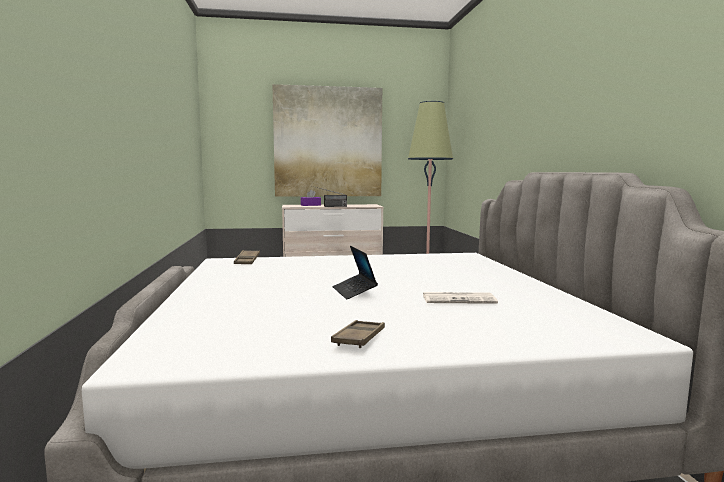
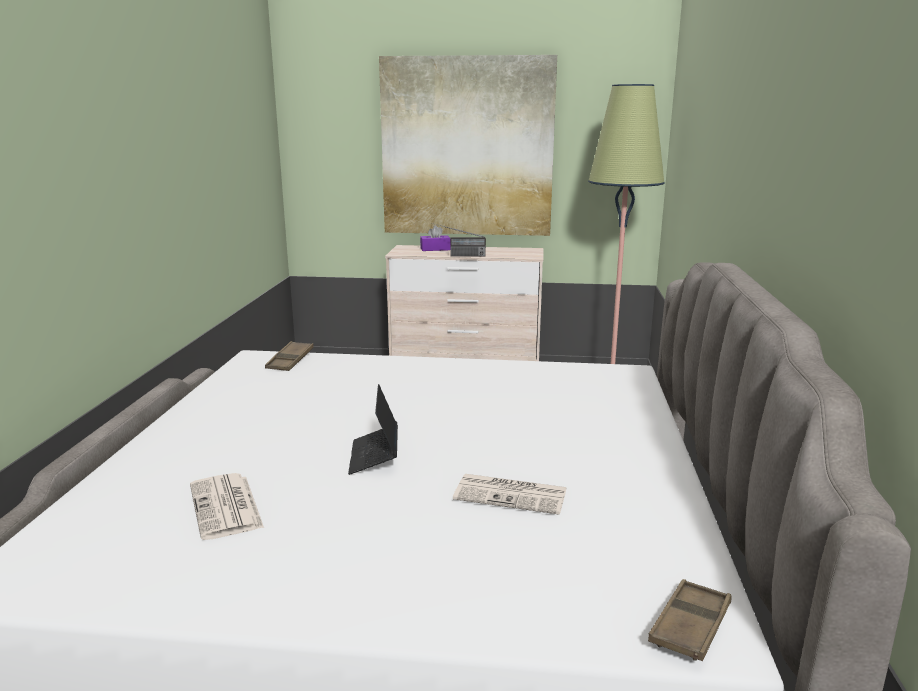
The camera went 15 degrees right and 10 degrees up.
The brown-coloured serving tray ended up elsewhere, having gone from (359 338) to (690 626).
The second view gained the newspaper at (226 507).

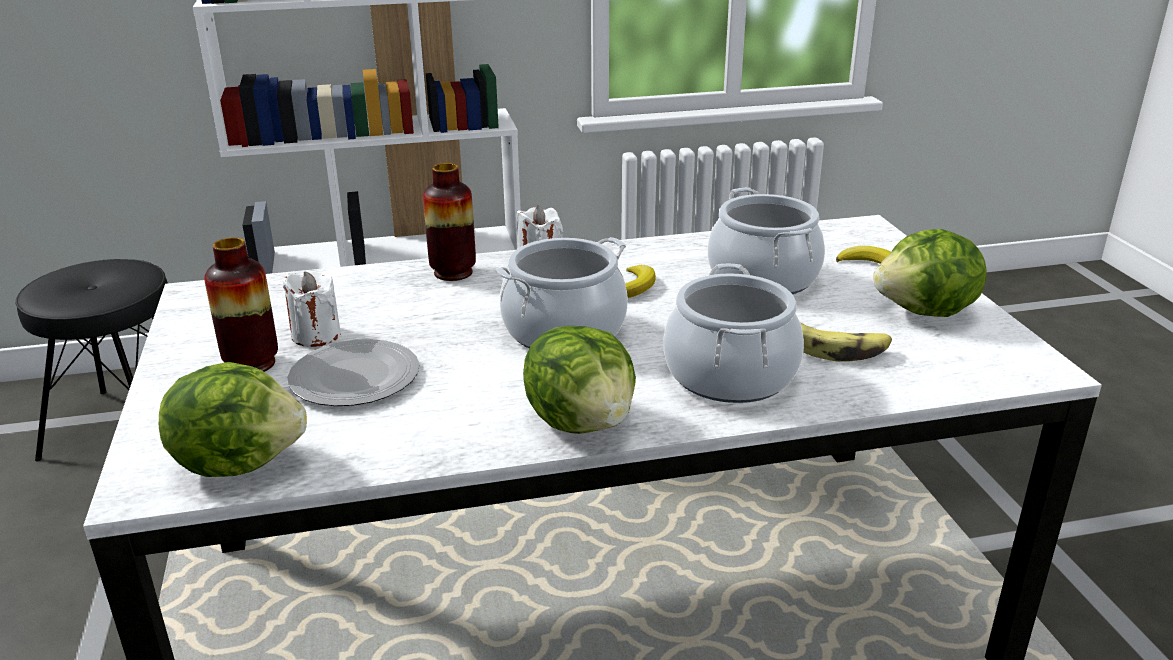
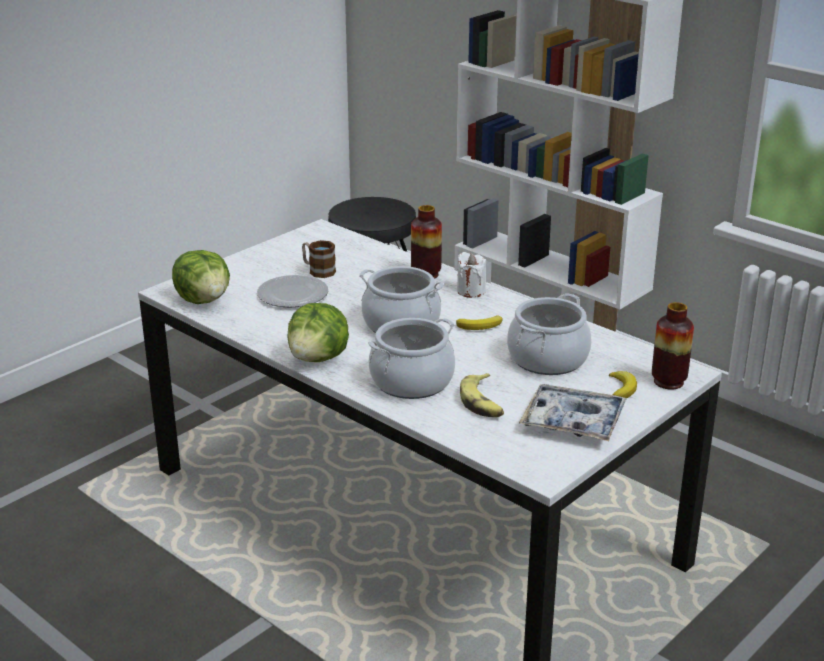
The camera went 55 degrees right and 0 degrees up.
Where the lettuce stood at (926 312), the serving tray came to stand at (573 422).
The vase ended up elsewhere, having gone from (252 364) to (668 382).
Where the white-coloured wax light stood at (316 335), the tea mug came to stand at (318 271).

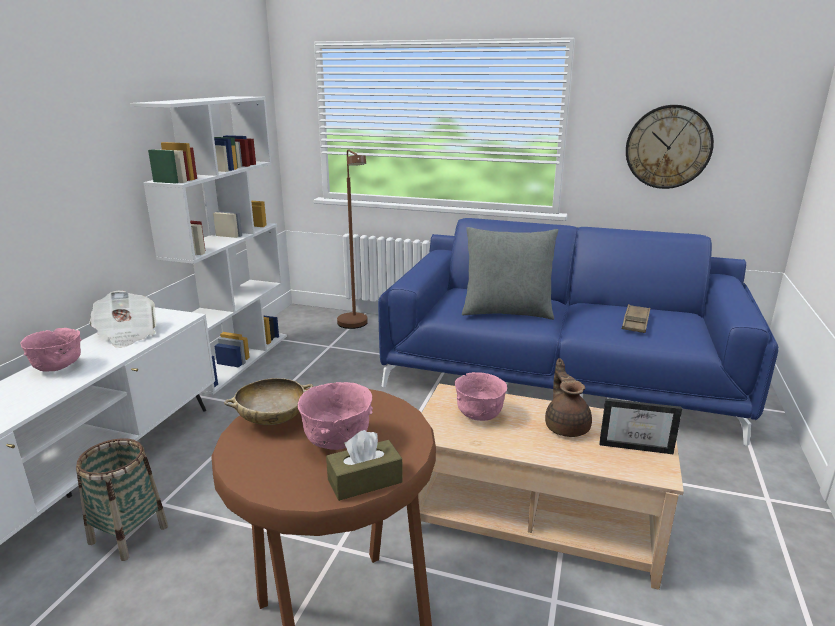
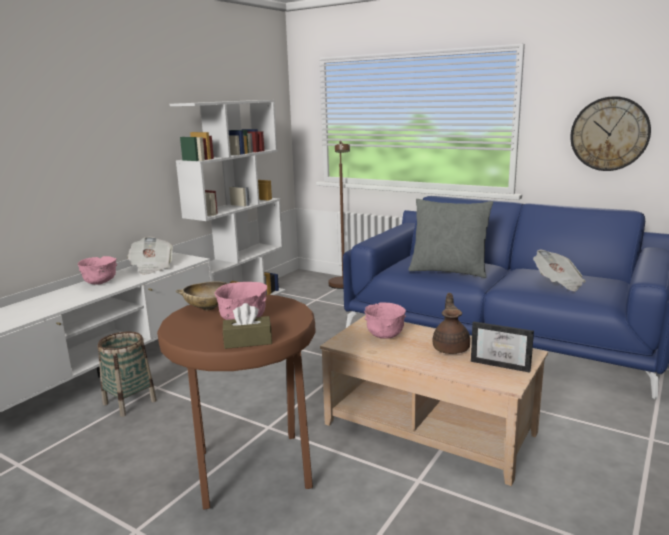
The camera went 15 degrees right and 5 degrees down.
Where the brown-coloured serving tray stood at (635 322), the newspaper came to stand at (558 283).

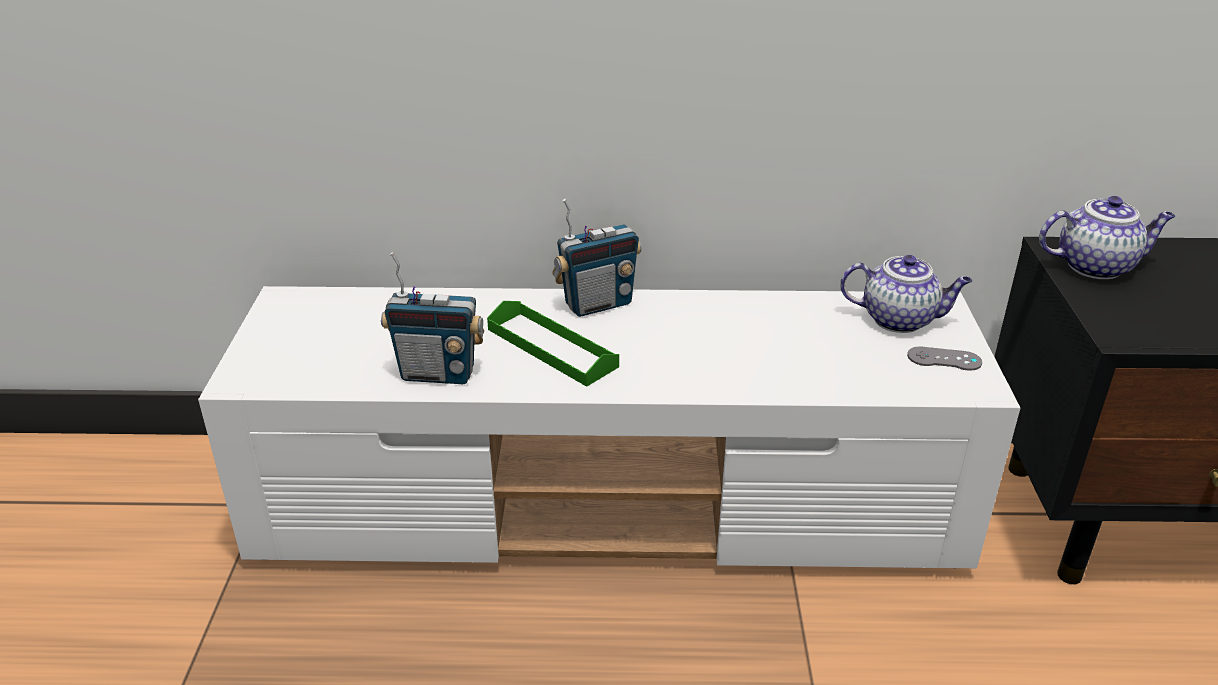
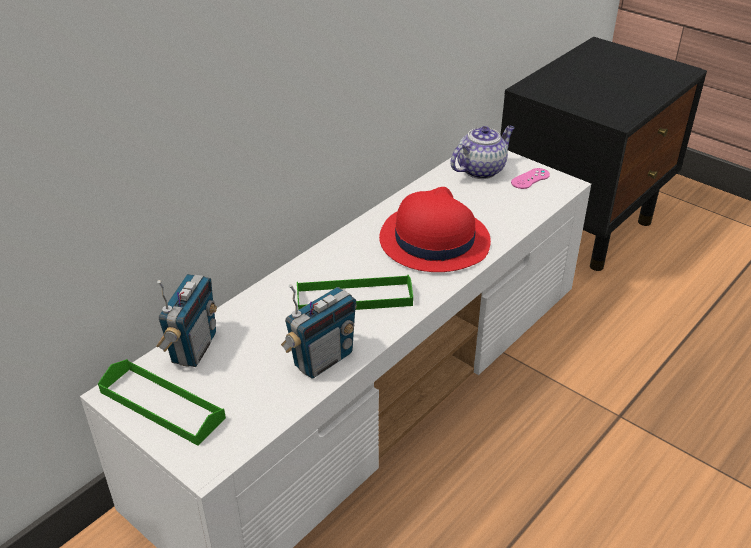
The camera went 50 degrees left and 5 degrees up.
The second view lost the teapot at (1096 266).
The radio ended up elsewhere, having gone from (597 304) to (193 348).
What was the greyish game controller at (944 359) turned into the pinkish game controller at (530 179).
The second view gained the reddish clothing hat at (433 240).
The second view gained the green-coloured serving tray at (162 405).

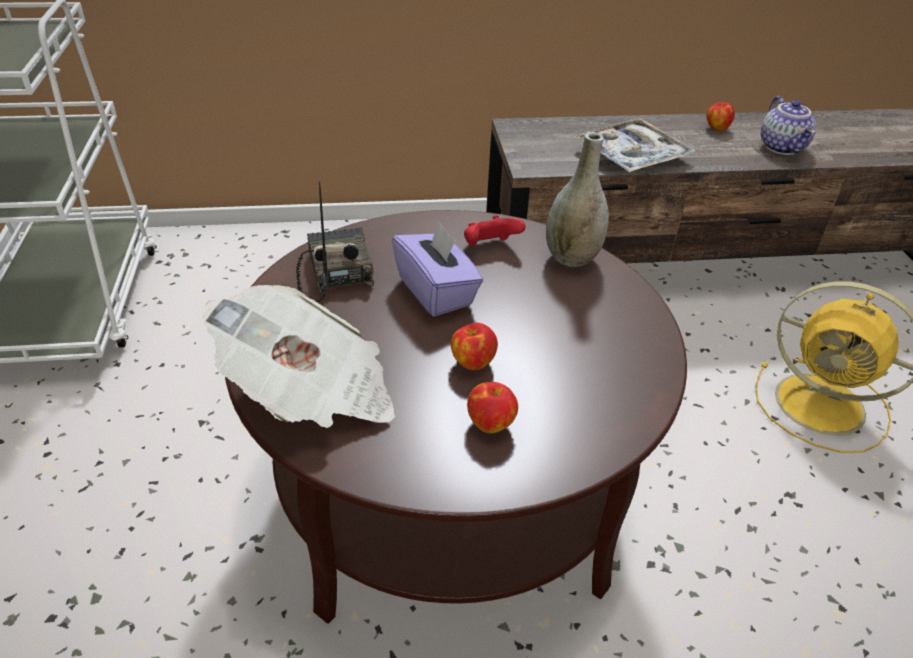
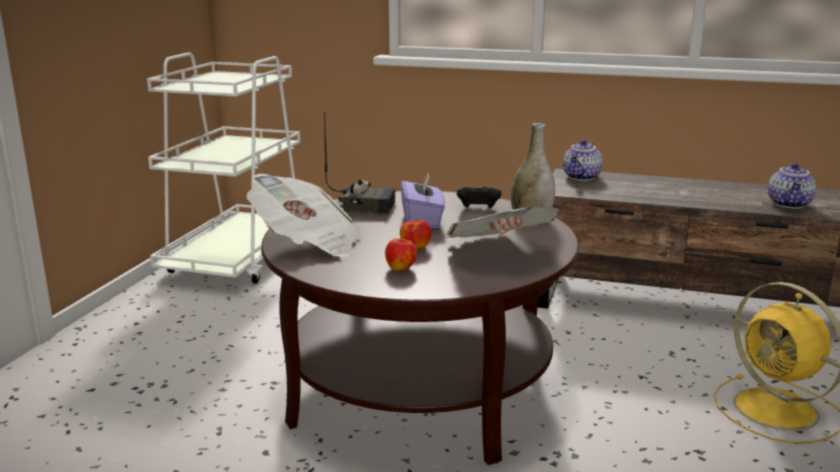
The camera went 25 degrees right and 20 degrees down.
The second view lost the whole apple at (717 128).
The second view lost the serving tray at (632 155).
The radio at (334 273) ended up facing another way, 90 degrees clockwise from before.
What was the reddish game controller at (490 247) turned into the blackish game controller at (478 209).
The second view gained the teapot at (582 177).
The second view gained the newspaper at (499 253).

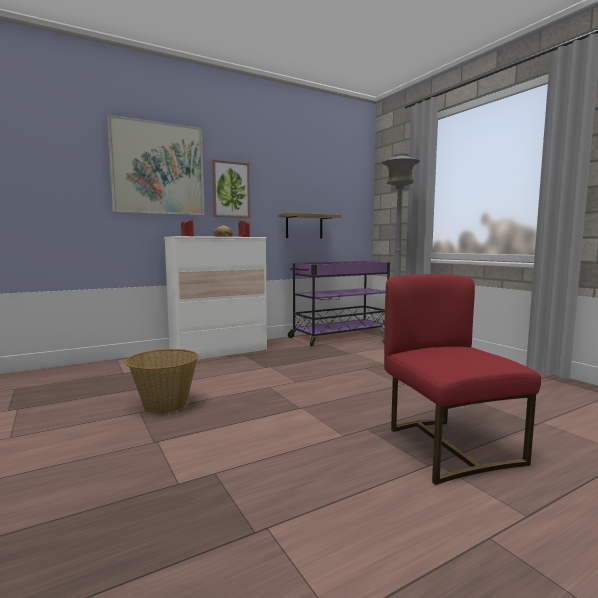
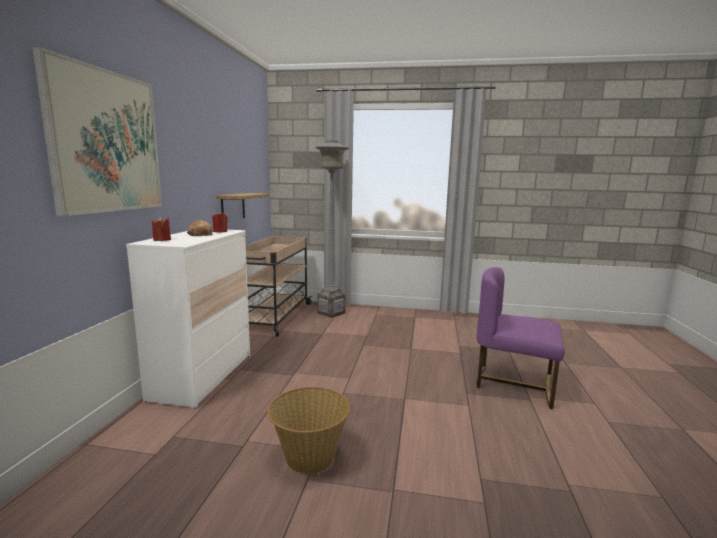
The camera went 50 degrees left and 5 degrees up.
The second view lost the wall picture at (230 189).
What was the purple trolley at (340 336) turned into the beige trolley at (274 317).
What was the reddish plain chair at (447 447) turned into the purple plain chair at (514 384).

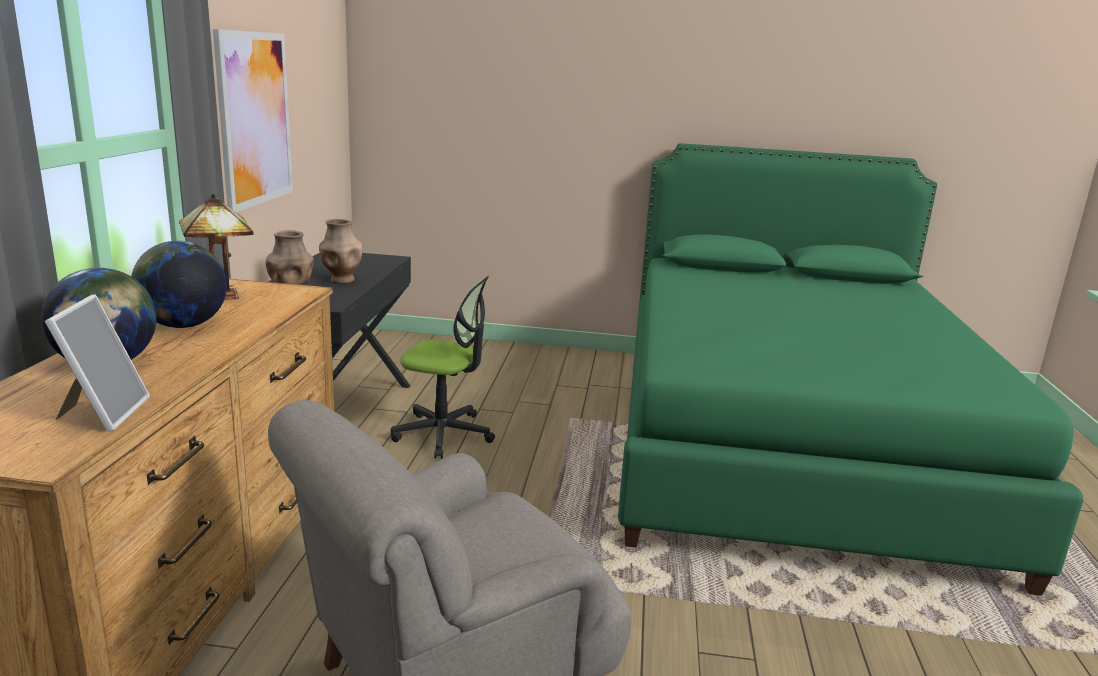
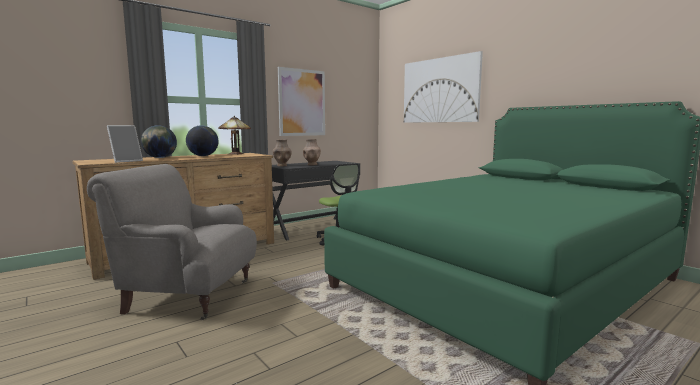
The camera went 45 degrees right and 10 degrees down.
The second view gained the wall picture at (440 90).

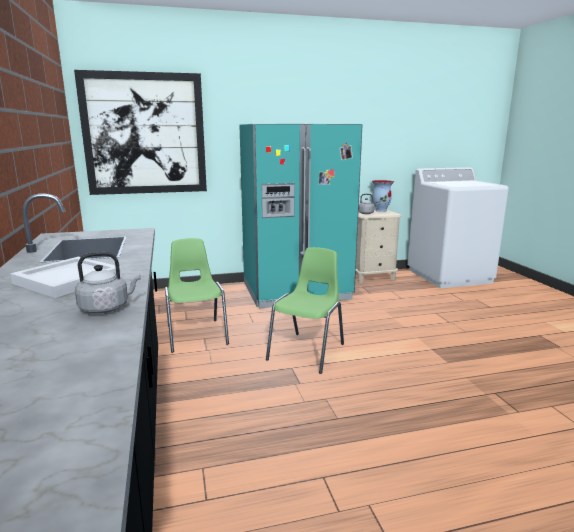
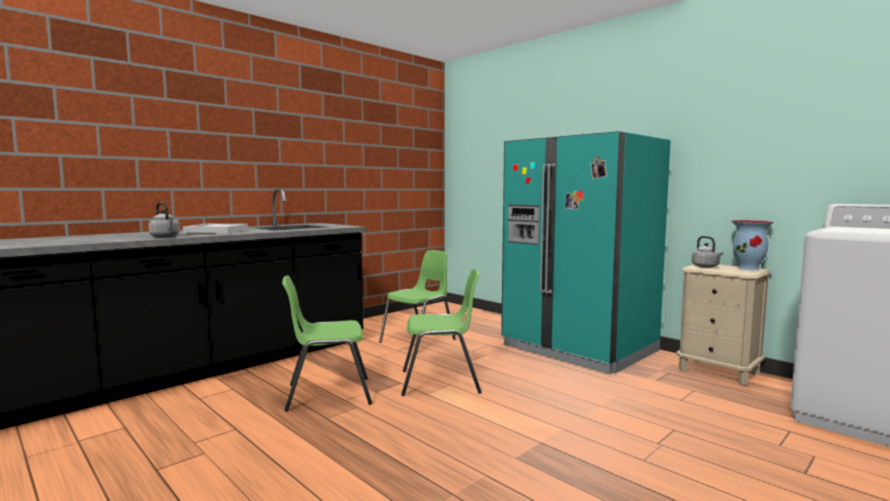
The camera went 60 degrees right and 10 degrees down.
The second view lost the wall picture at (145 134).
The second view gained the green-coloured plain chair at (327 394).

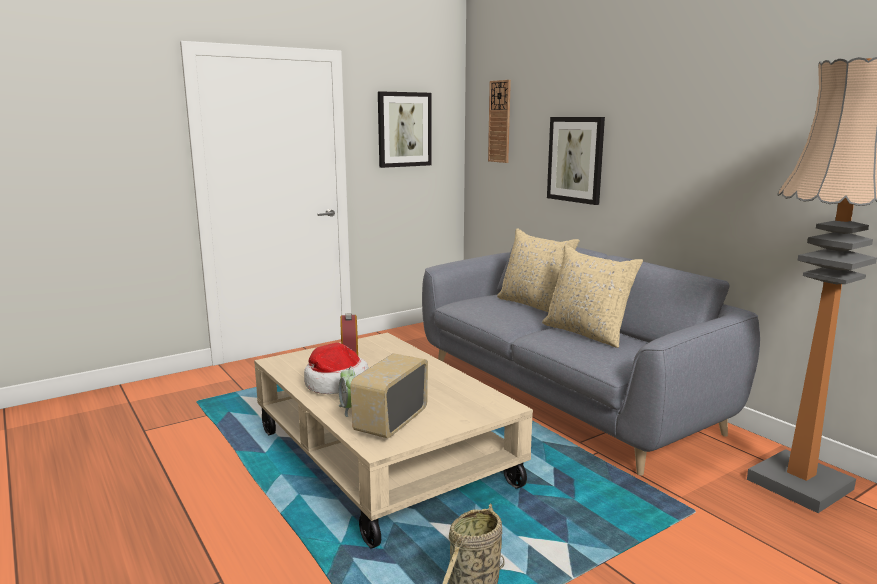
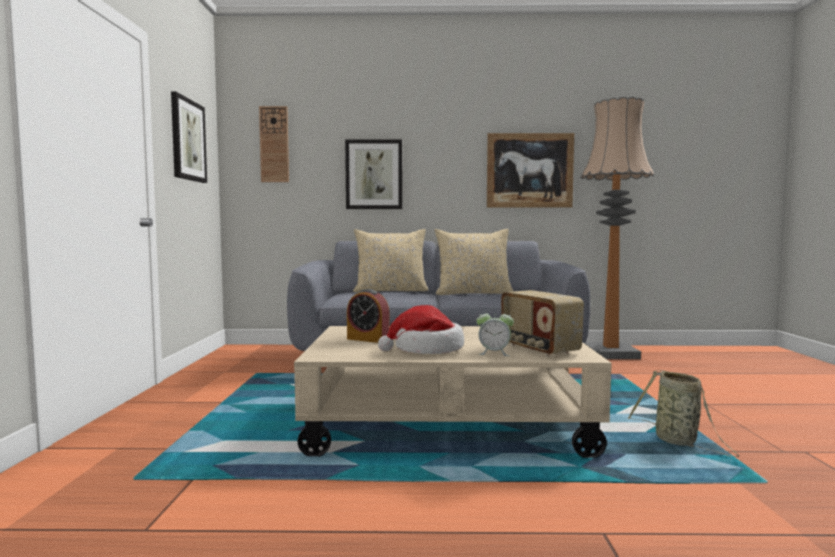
The camera went 55 degrees left and 10 degrees down.
The second view gained the wall picture at (529 170).

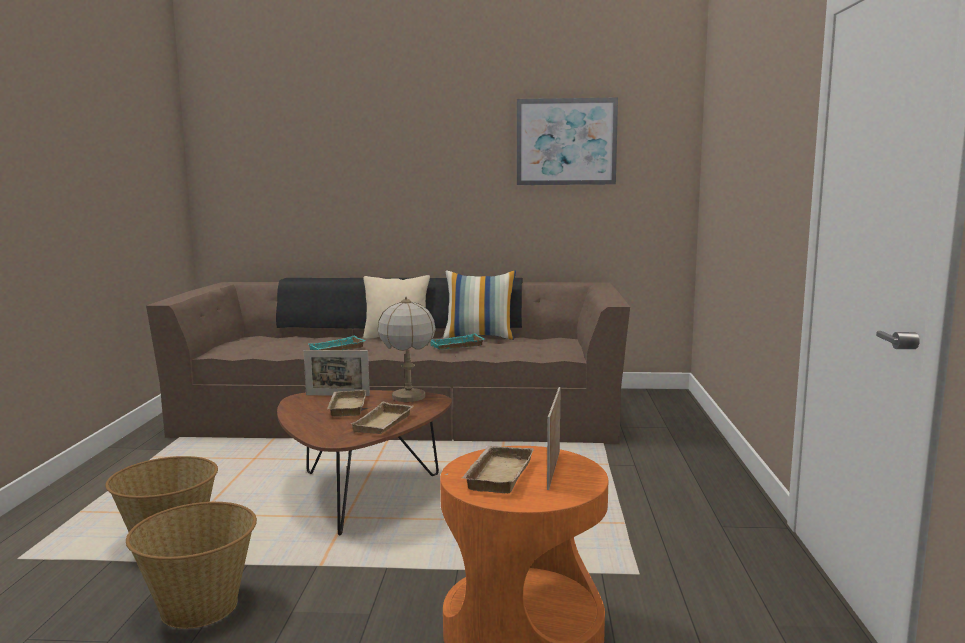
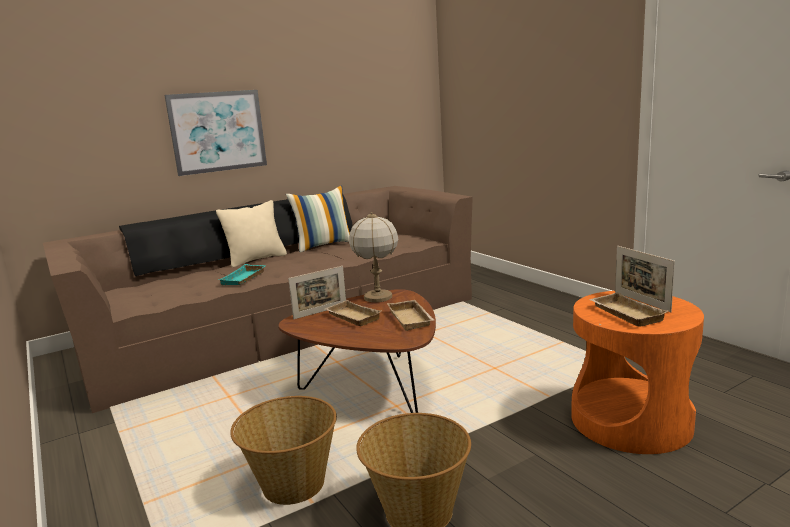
The camera went 35 degrees left and 5 degrees up.
The wall picture ended up elsewhere, having gone from (566 142) to (218 131).
The second view lost the turquoise serving tray at (457 346).

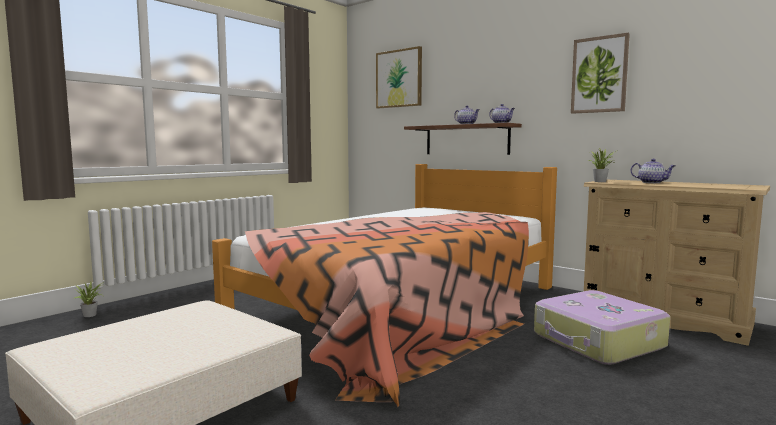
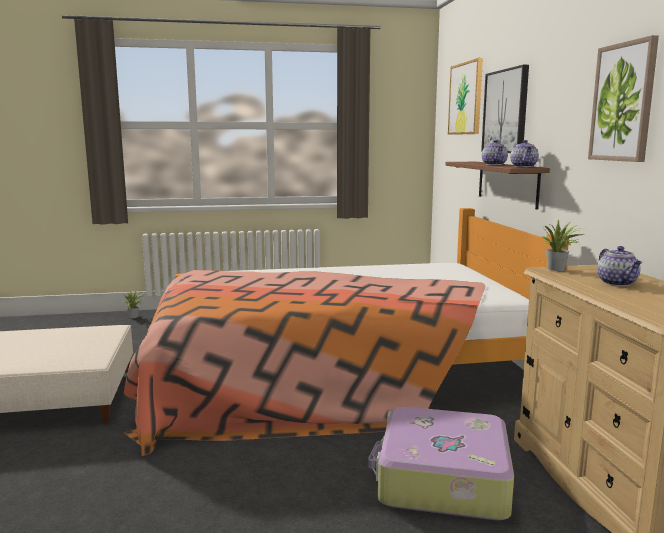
The camera went 40 degrees right and 5 degrees up.
The second view gained the wall picture at (506 111).

